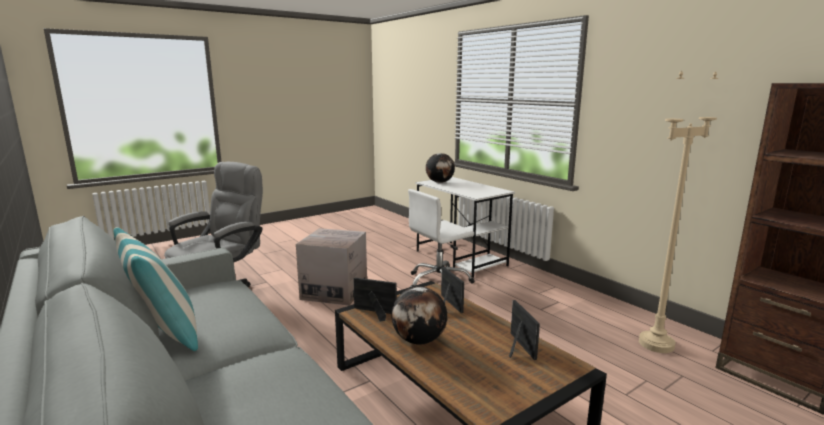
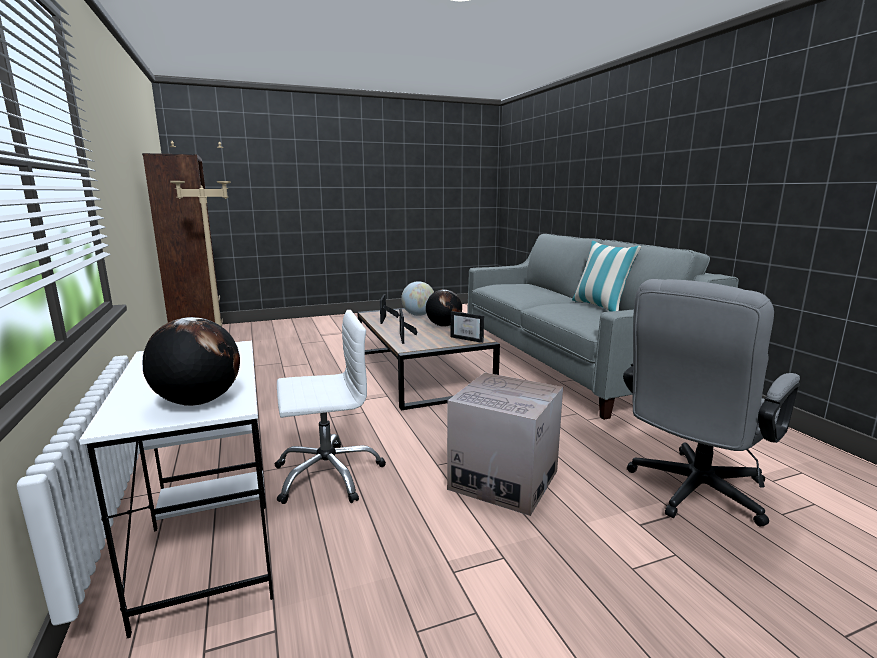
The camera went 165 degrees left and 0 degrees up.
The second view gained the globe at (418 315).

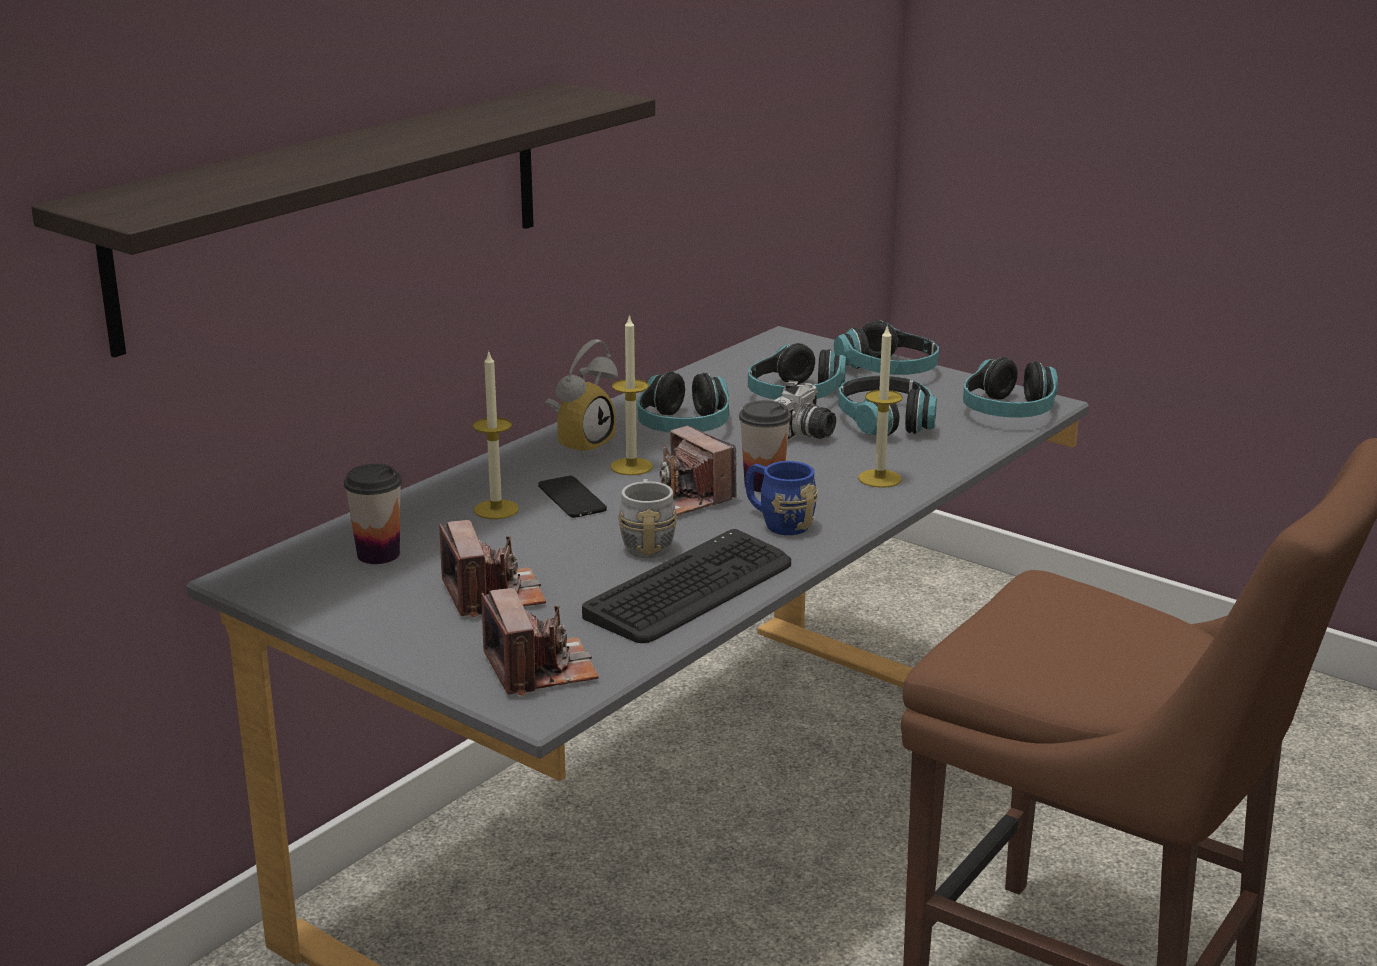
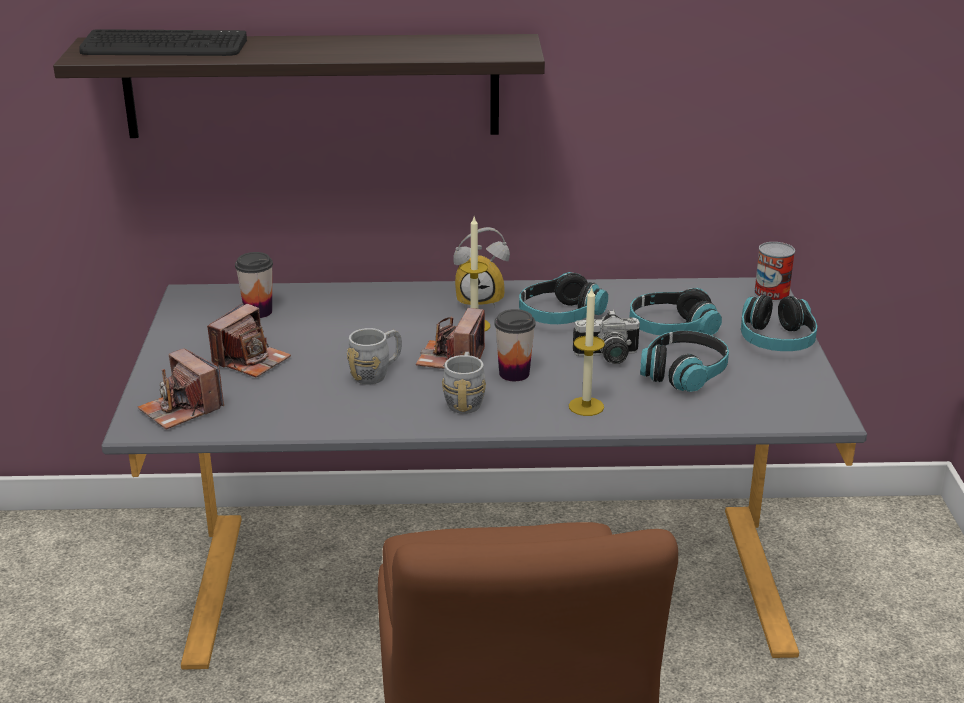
The camera went 50 degrees right and 5 degrees up.
The second view lost the wax light at (496 509).
The second view lost the pair of headphones at (1008 411).
What was the blue-coloured tea mug at (778 522) turned into the greyish tea mug at (465 400).
The second view lost the phone at (572 498).
The keyboard ended up elsewhere, having gone from (691 589) to (164 47).
The photo camera at (540 669) ended up facing another way, 105 degrees clockwise from before.
The second view gained the metal can at (771 293).

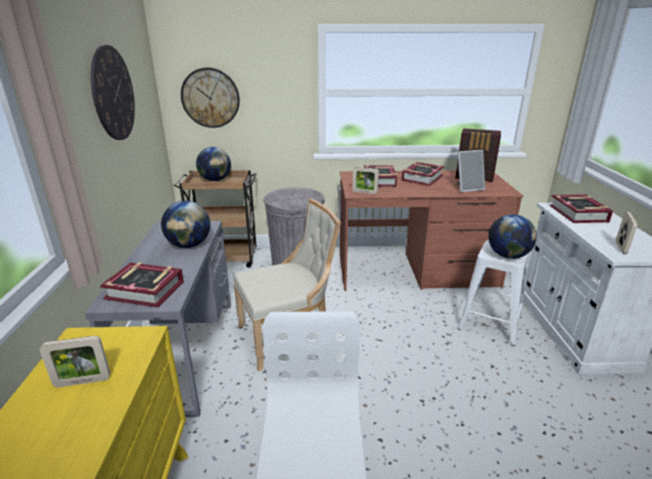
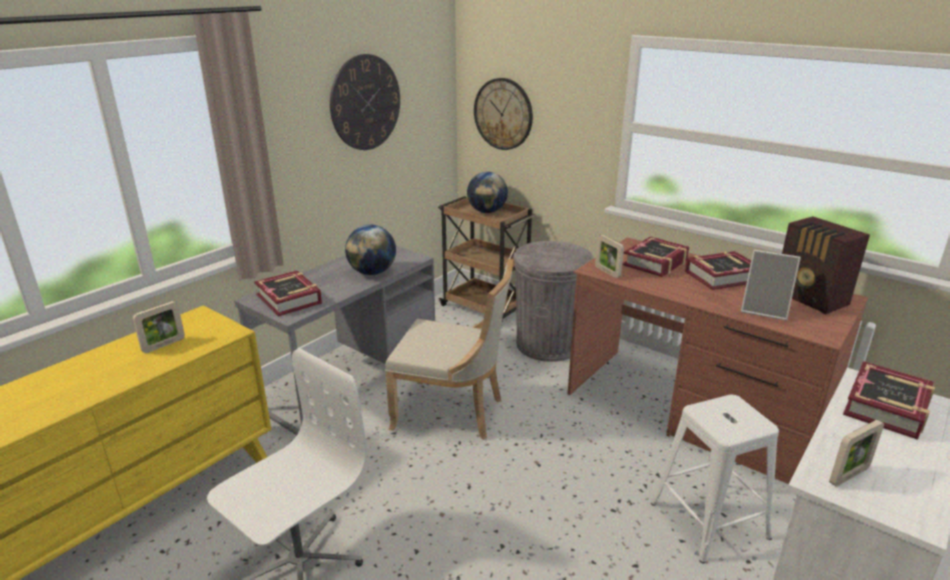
The camera went 40 degrees right and 0 degrees up.
The second view lost the globe at (507 256).
The standing frame at (82 382) ended up facing another way, 75 degrees counterclockwise from before.

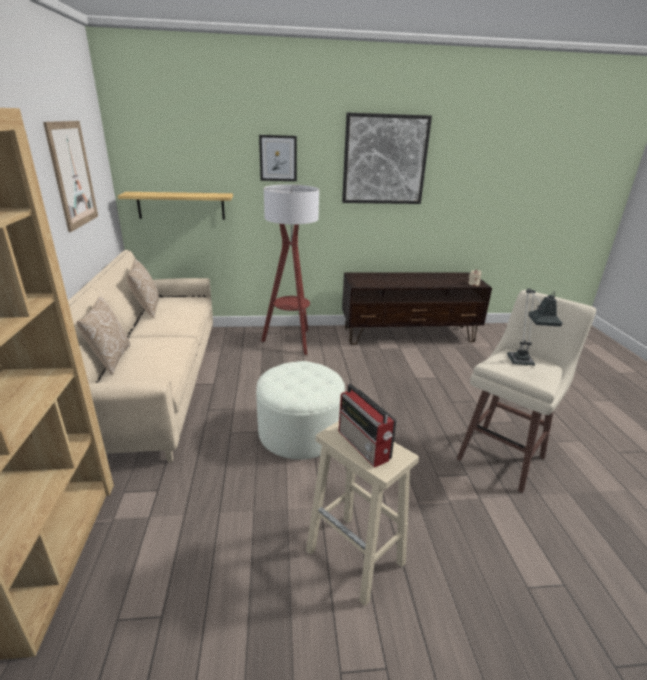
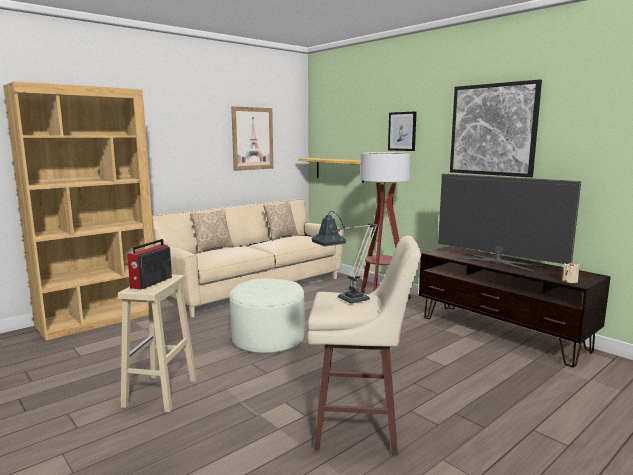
The camera went 55 degrees right and 15 degrees down.
The second view gained the television at (498 262).

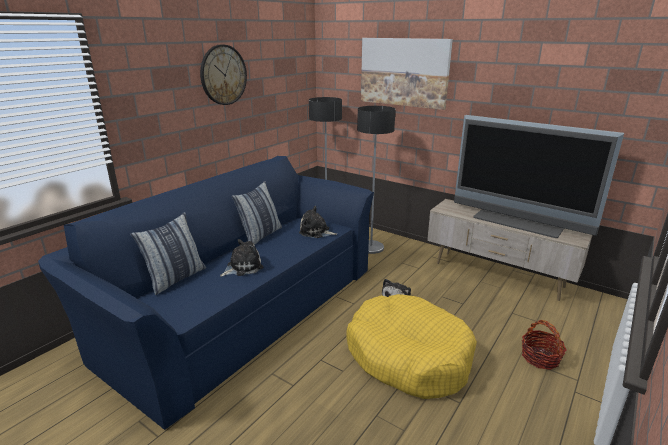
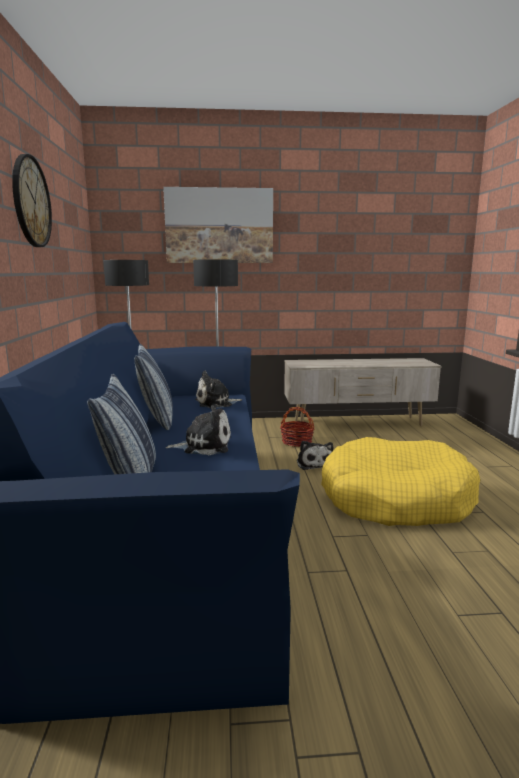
The camera went 40 degrees left and 10 degrees down.
The second view lost the television at (518 222).
The soft toy at (242 267) ended up facing another way, 75 degrees clockwise from before.
The storage basket ended up elsewhere, having gone from (540 358) to (297 442).

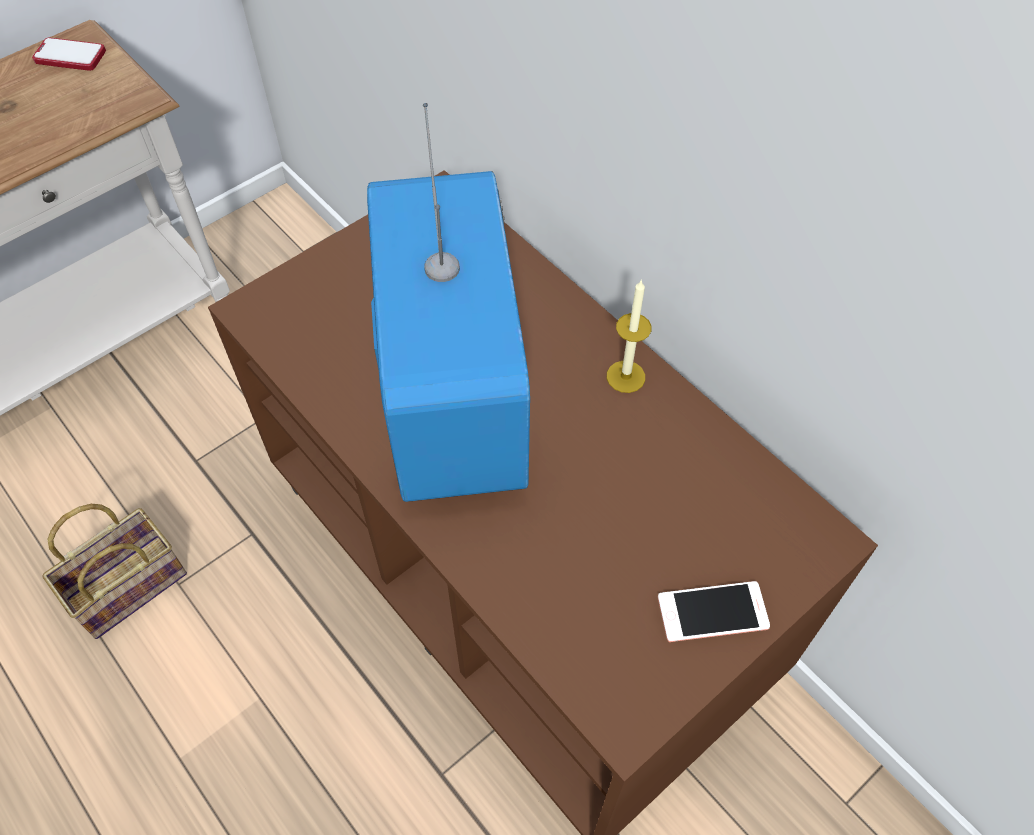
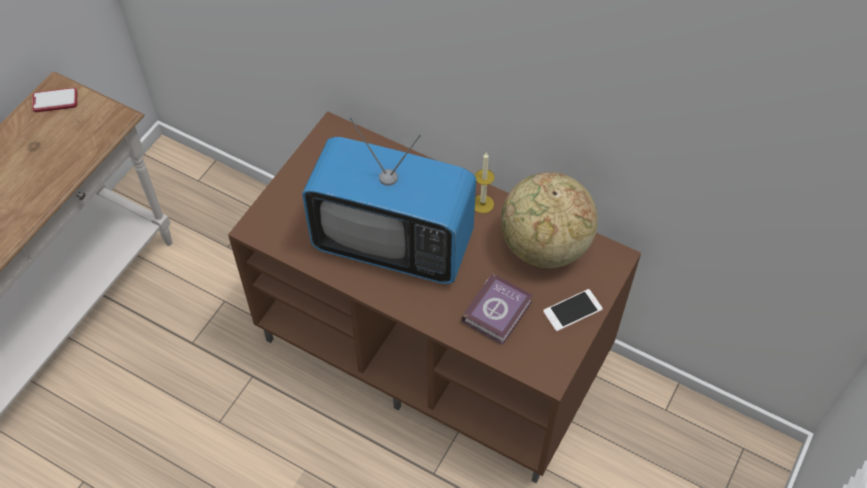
The camera went 20 degrees left and 0 degrees up.
The television at (451 397) ended up facing another way, 135 degrees clockwise from before.
The second view lost the storage basket at (129 584).
The second view gained the globe at (544 246).
The second view gained the book at (499 311).

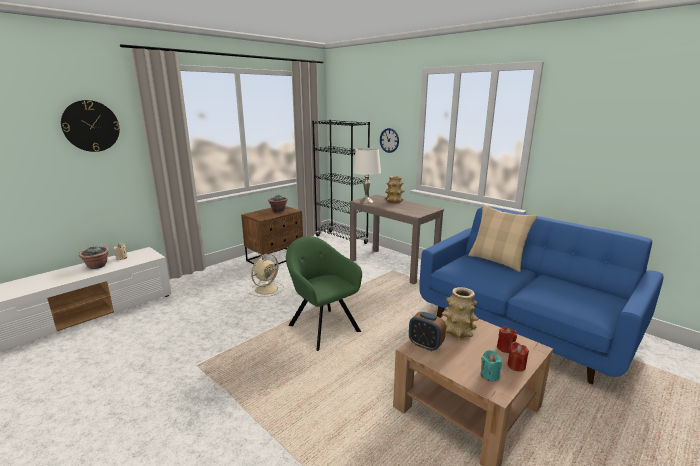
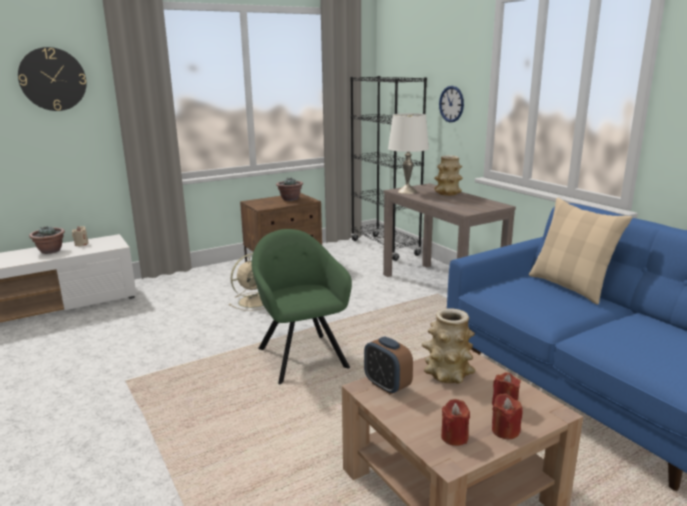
The camera went 15 degrees right and 0 degrees up.
What was the turquoise wax light at (489 375) turned into the reddish wax light at (454 437).

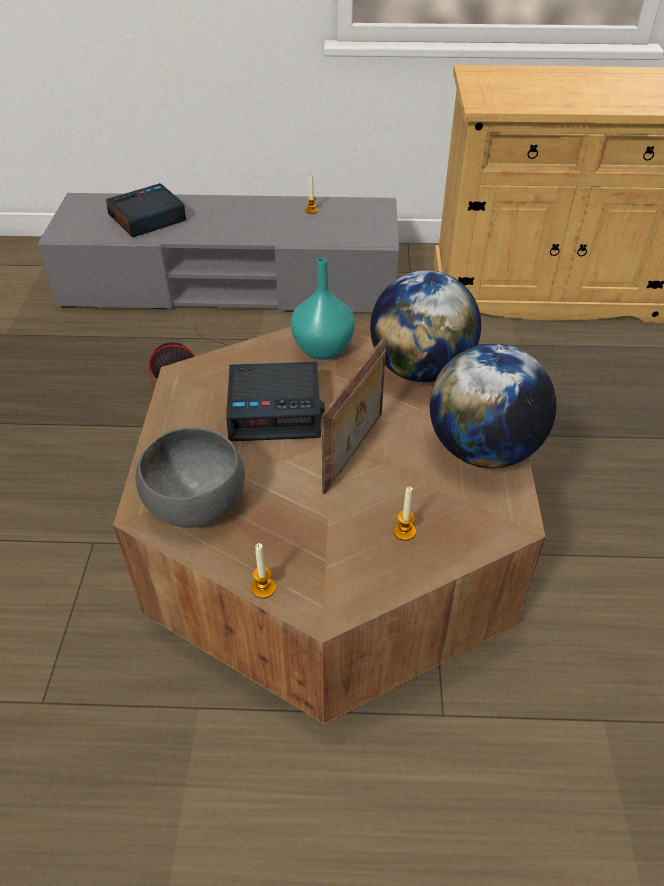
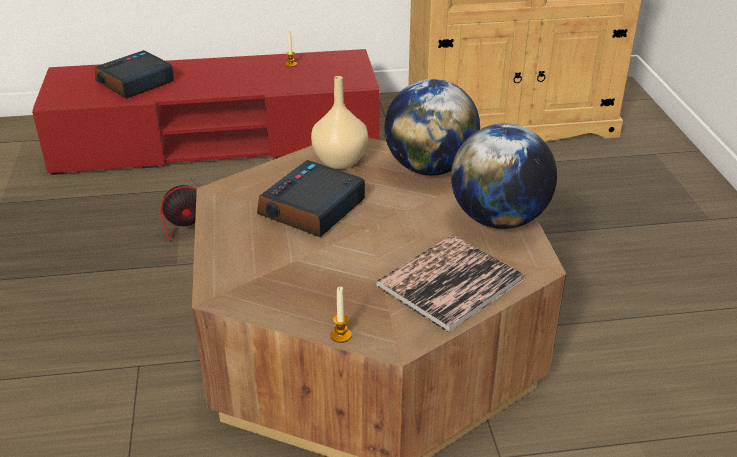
The camera went 10 degrees left and 10 degrees down.
What was the greyish tv stand at (231 285) turned into the reddish tv stand at (217 141).
What was the turquoise vase at (323 348) turned into the beige vase at (340 161).
The second view lost the standing frame at (355 452).
The table clock at (276 410) ended up facing another way, 135 degrees clockwise from before.
The second view lost the greyish deep dish at (196 502).
Where the wax light stood at (404 531), the book came to stand at (449 283).

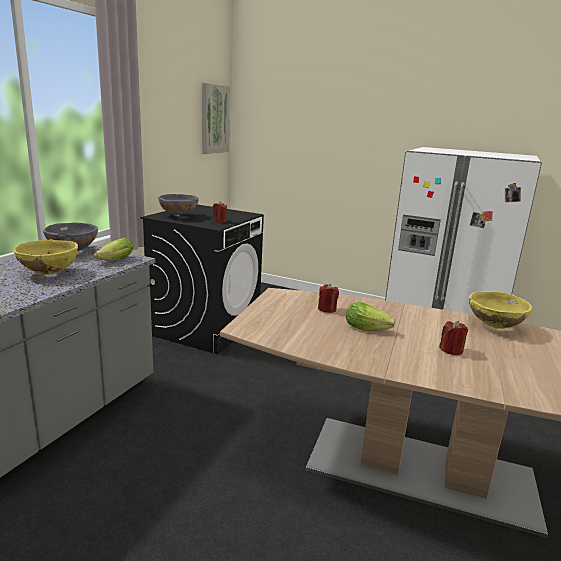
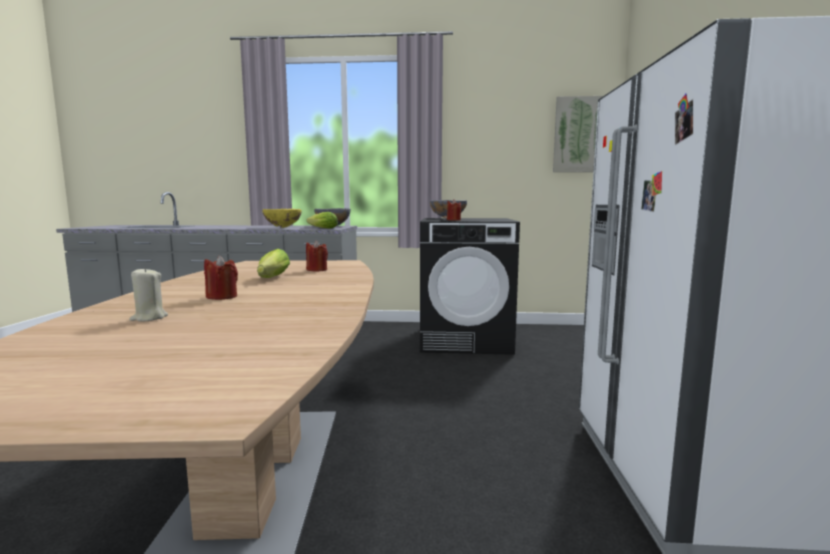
The camera went 70 degrees right and 10 degrees down.
The second view lost the yellow-coloured deep dish at (494 326).
The second view gained the beige wax light at (149 318).

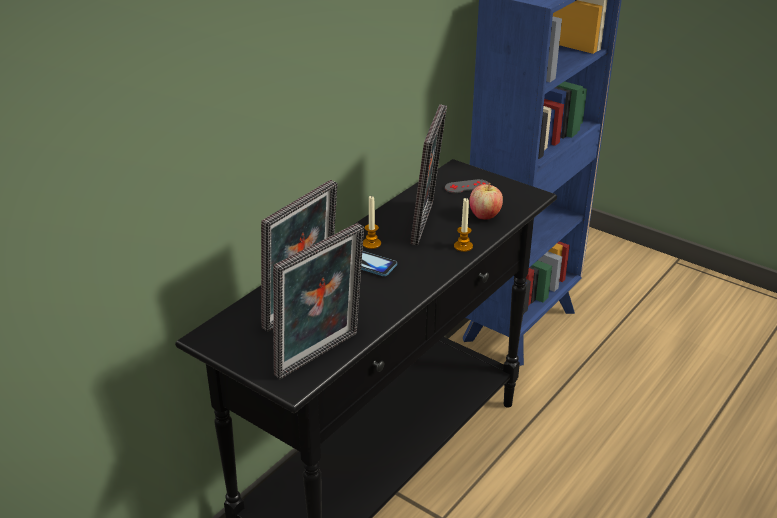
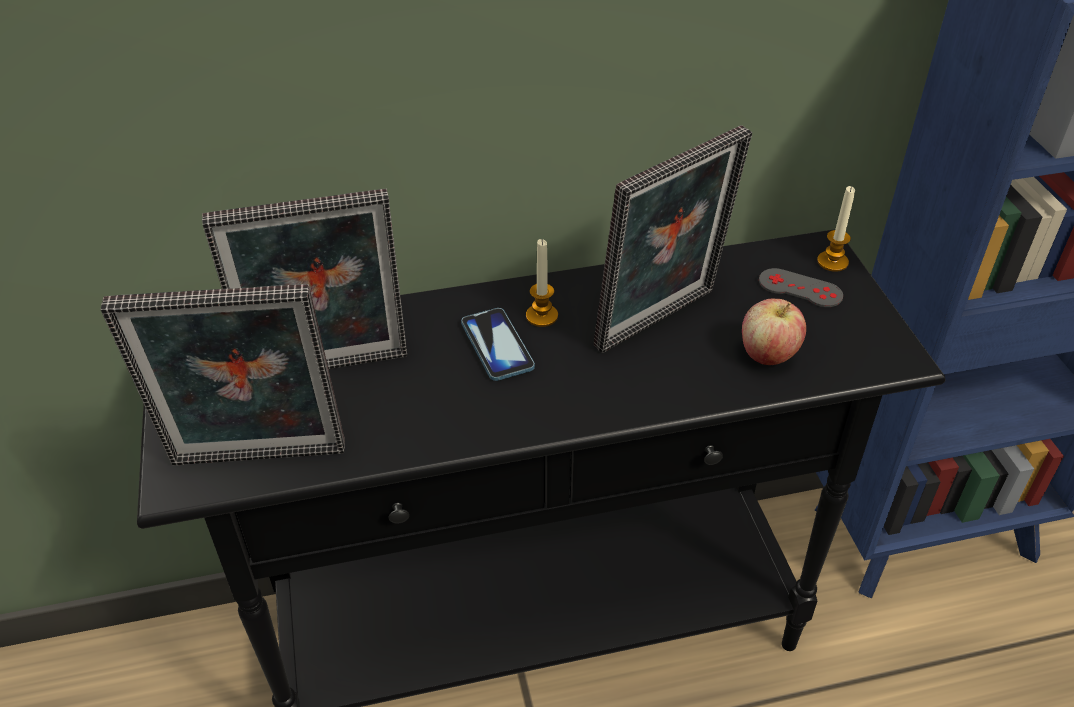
The camera went 40 degrees right and 10 degrees up.
The wax light ended up elsewhere, having gone from (463 246) to (832 262).

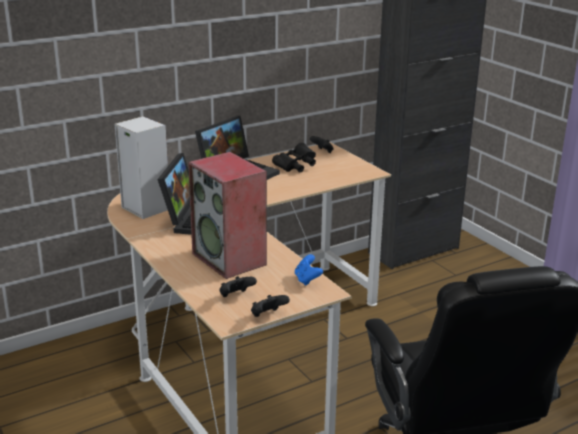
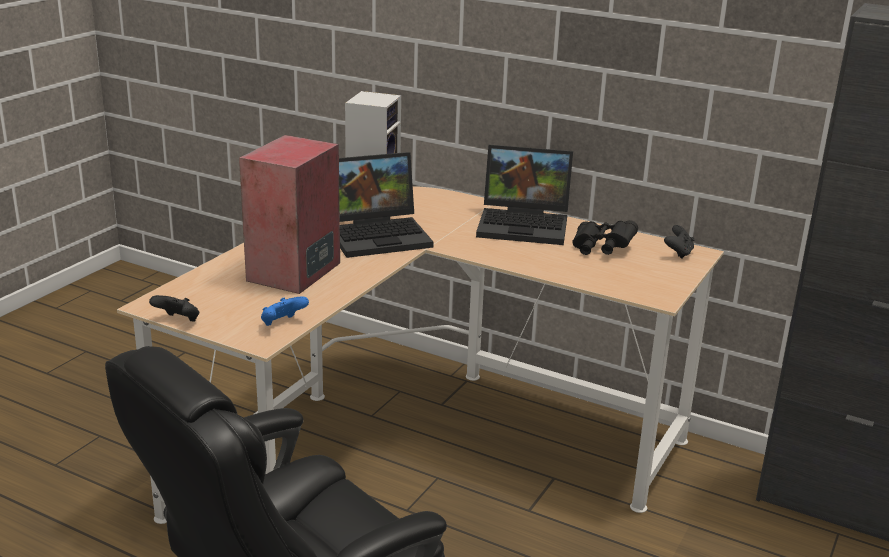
The camera went 60 degrees right and 0 degrees up.
The second view lost the blackish game controller at (236 296).

